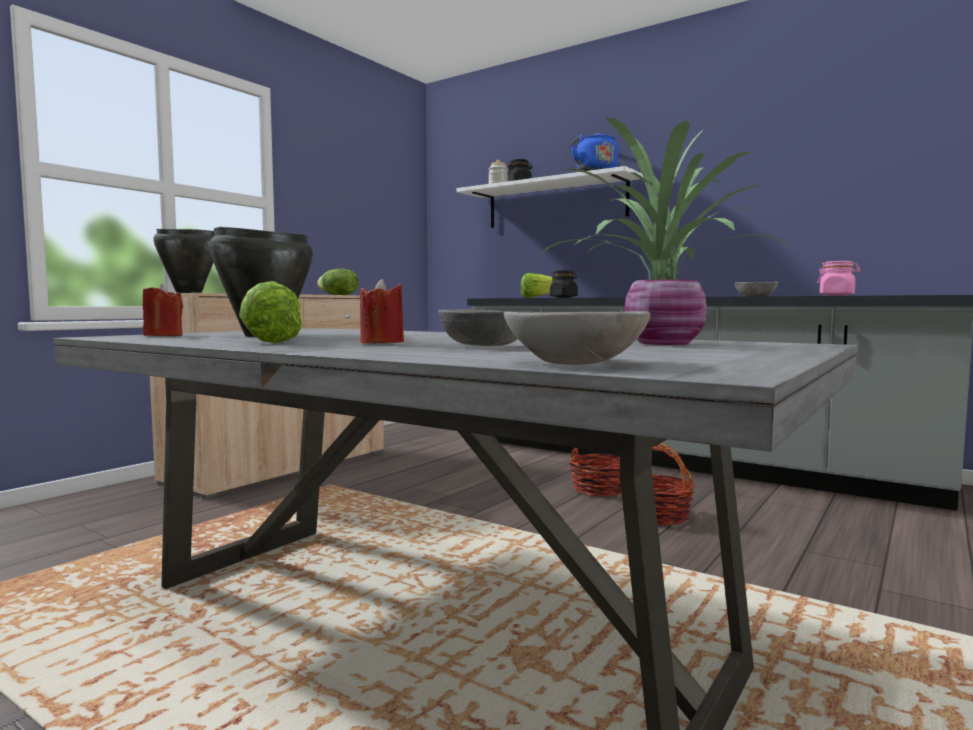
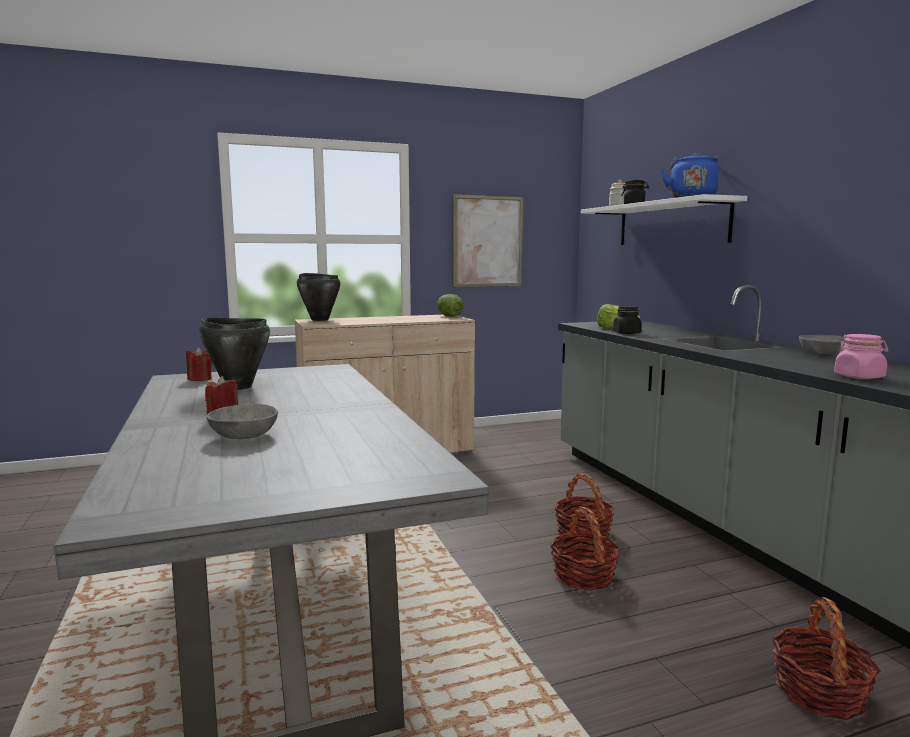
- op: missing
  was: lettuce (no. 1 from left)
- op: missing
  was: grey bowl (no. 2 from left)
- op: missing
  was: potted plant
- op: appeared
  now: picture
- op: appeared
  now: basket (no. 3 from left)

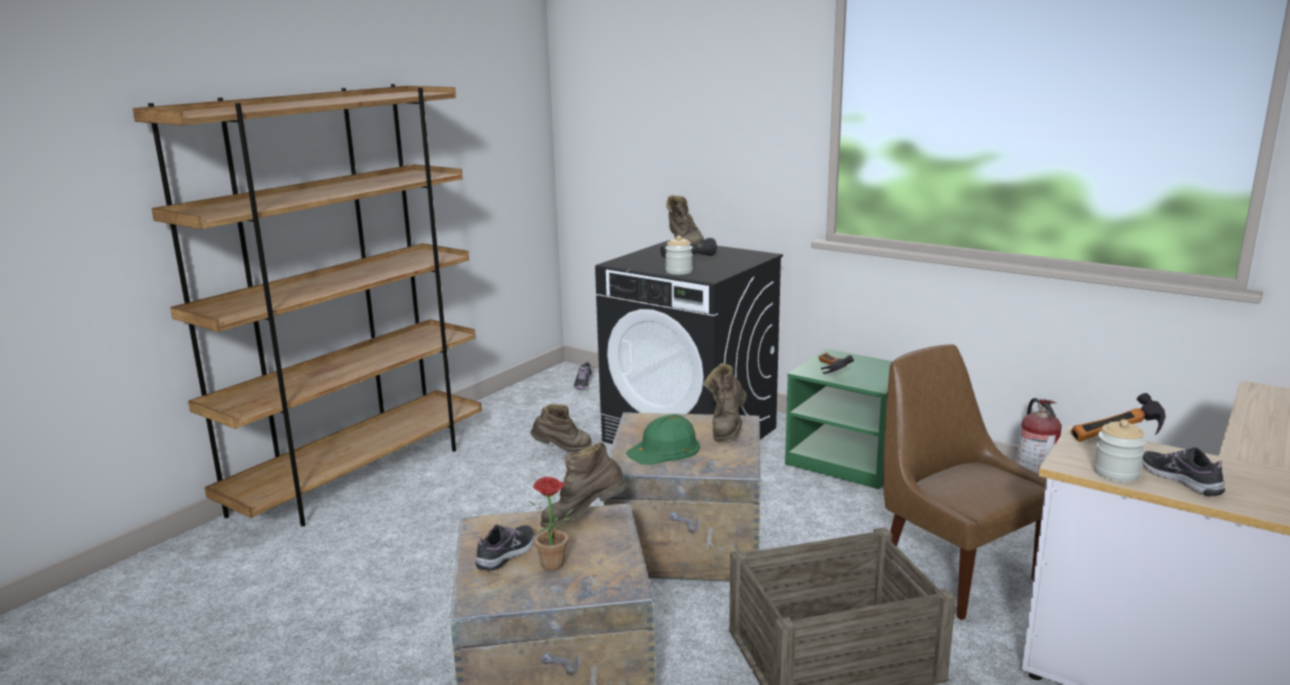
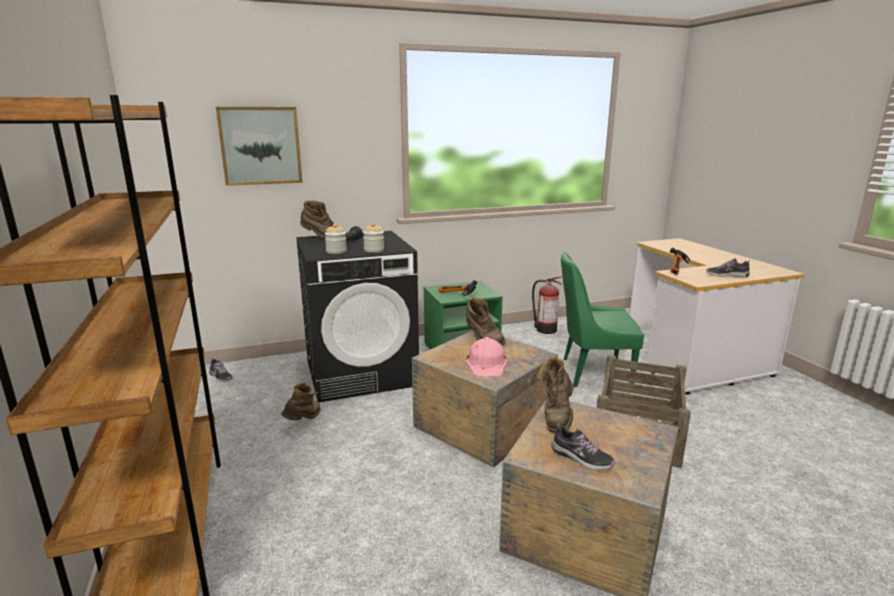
- op: missing
  was: potted plant
- op: appeared
  now: picture
- op: relocated
  was: jar (no. 2 from left in the first image)
  now: jar (no. 1 from left)
- op: colour
  was: green hard hat
  now: pink hard hat
- op: colour
  was: brown chair
  now: green chair
- op: spun
  was: shoe (no. 1 from left in the first image)
  clockwise: 150

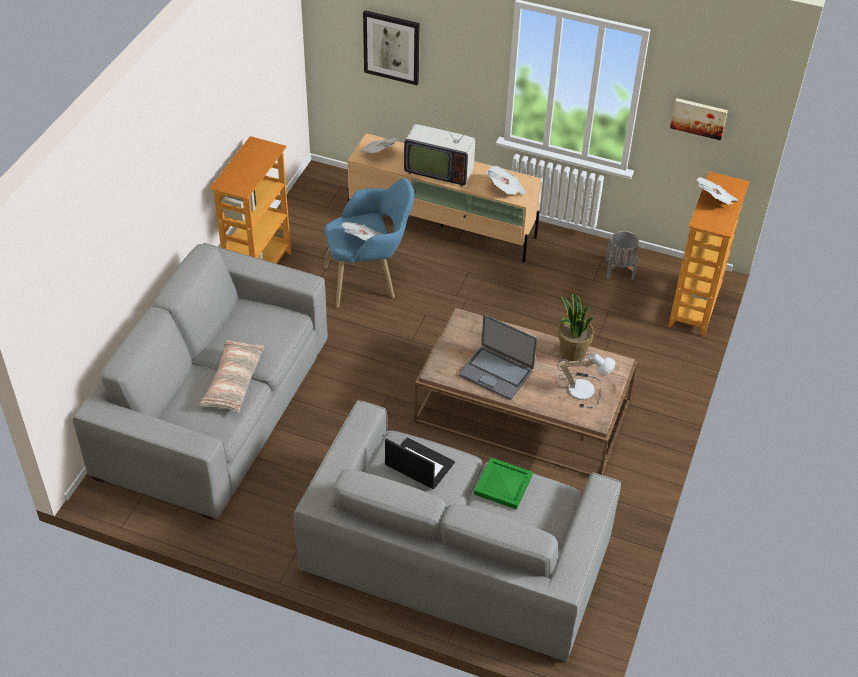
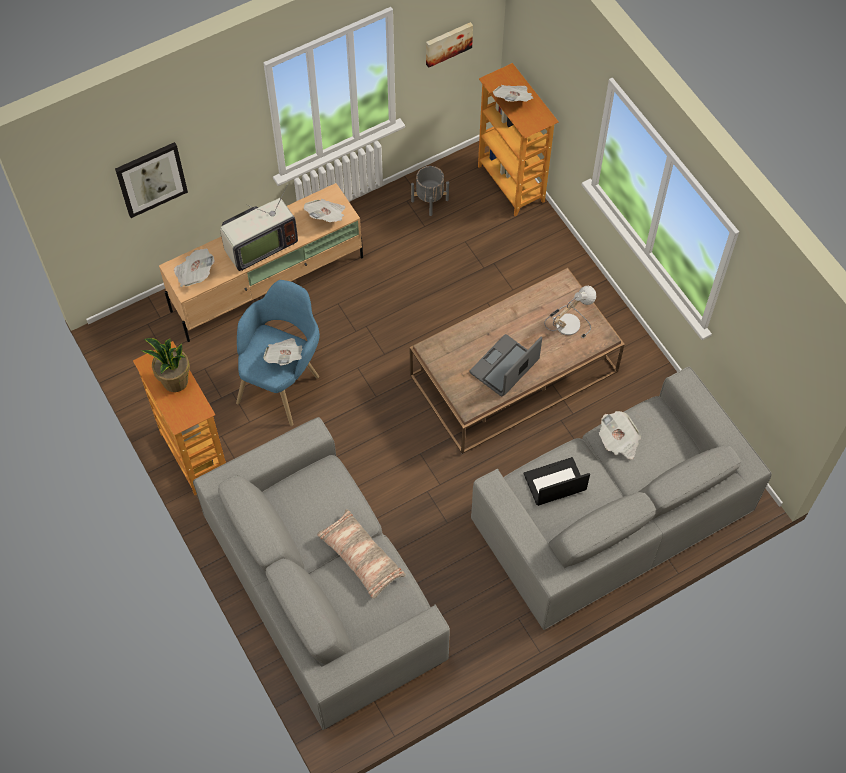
- op: relocated
  was: potted plant
- op: exchanged
  was: green tray
  now: newspaper (no. 5 from left)
- op: spun
  was: laptop (no. 2 from left in the first image)
  clockwise: 150

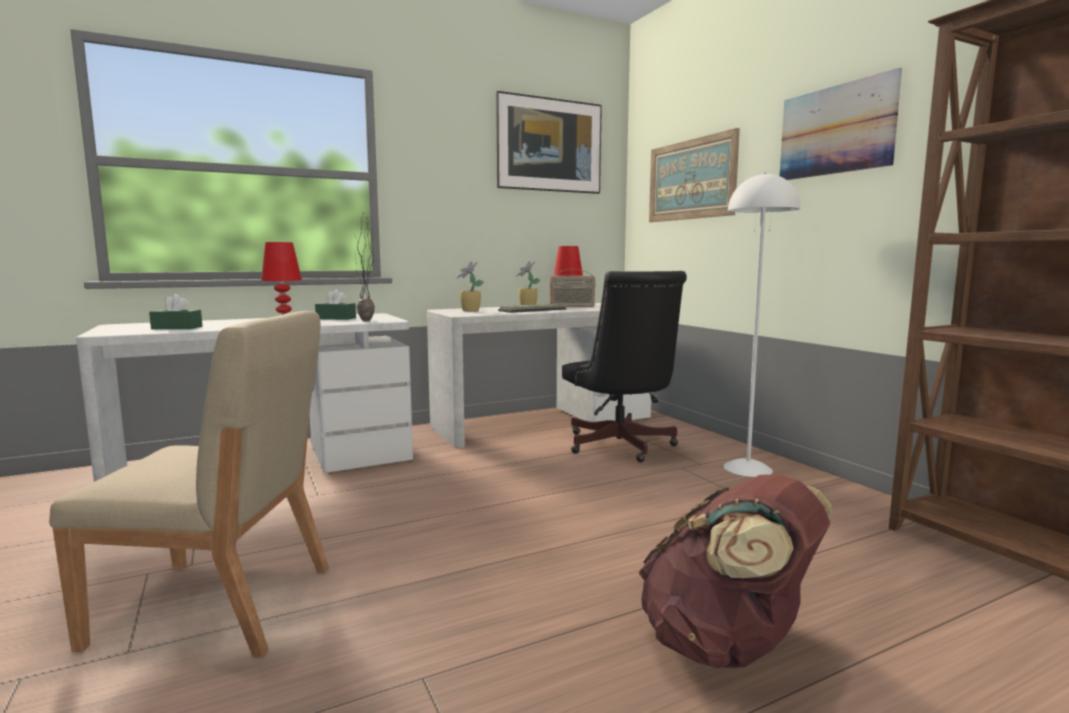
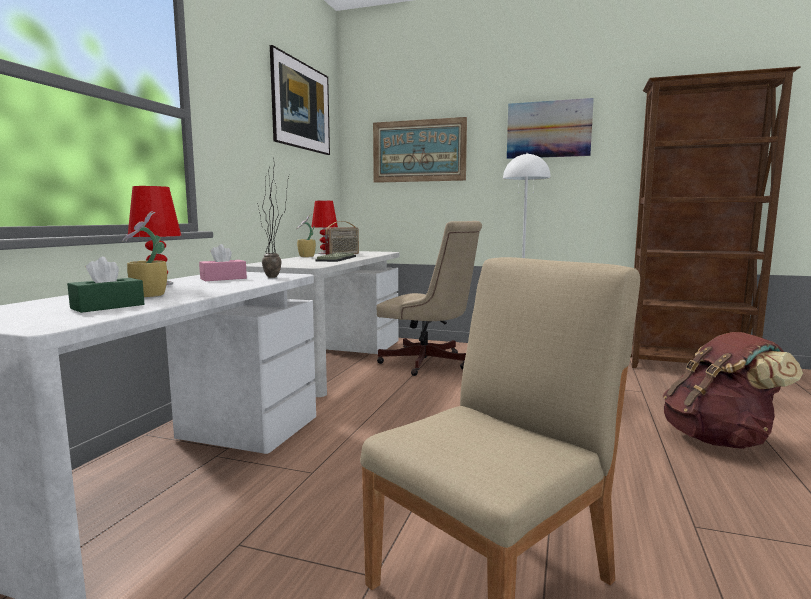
- op: relocated
  was: potted plant (no. 2 from left in the first image)
  now: potted plant (no. 1 from left)
- op: colour
  was: green tissue box (no. 2 from left)
  now: pink tissue box
- op: colour
  was: black office chair
  now: beige office chair

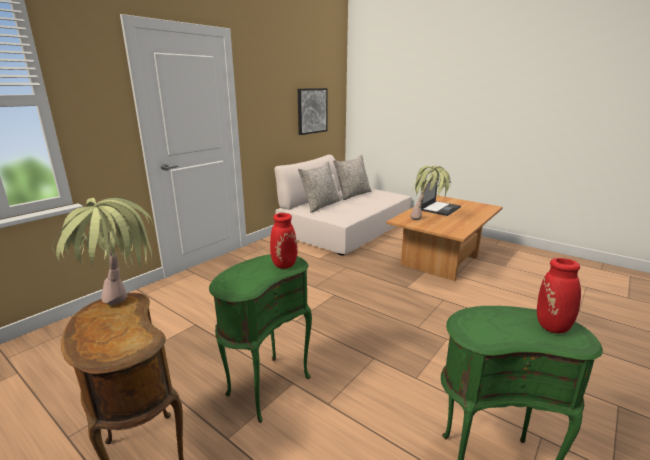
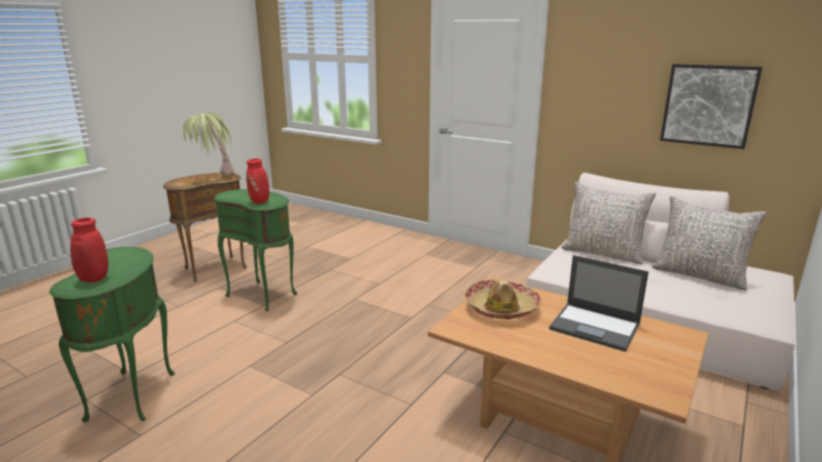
- op: exchanged
  was: potted plant (no. 2 from left)
  now: hat

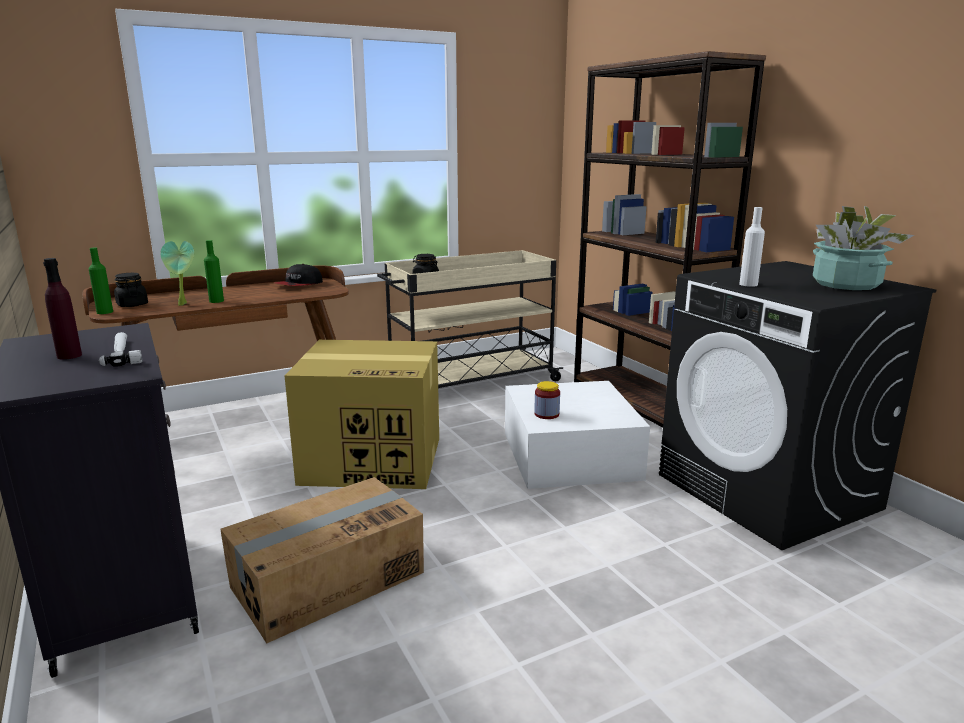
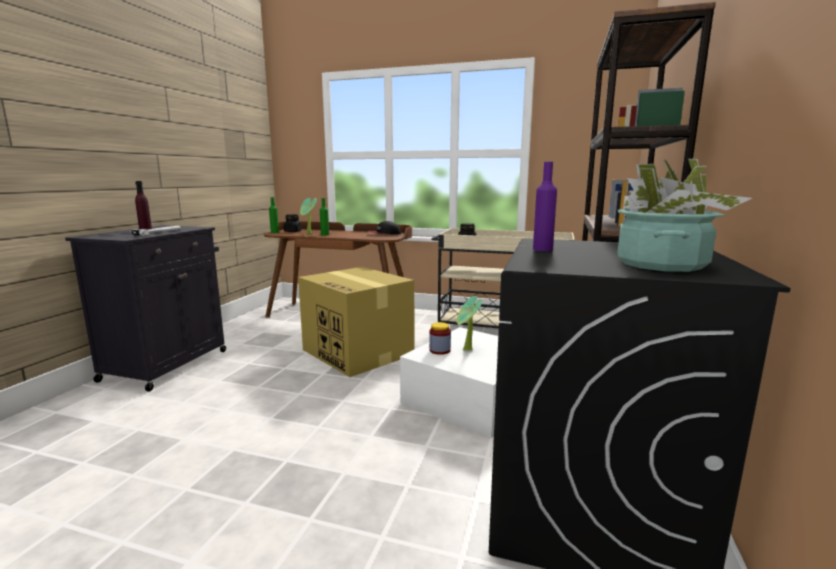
- op: missing
  was: cardboard box (no. 1 from left)
- op: appeared
  now: potted plant (no. 2 from left)
- op: colour
  was: white bottle
  now: purple bottle (no. 2 from left)

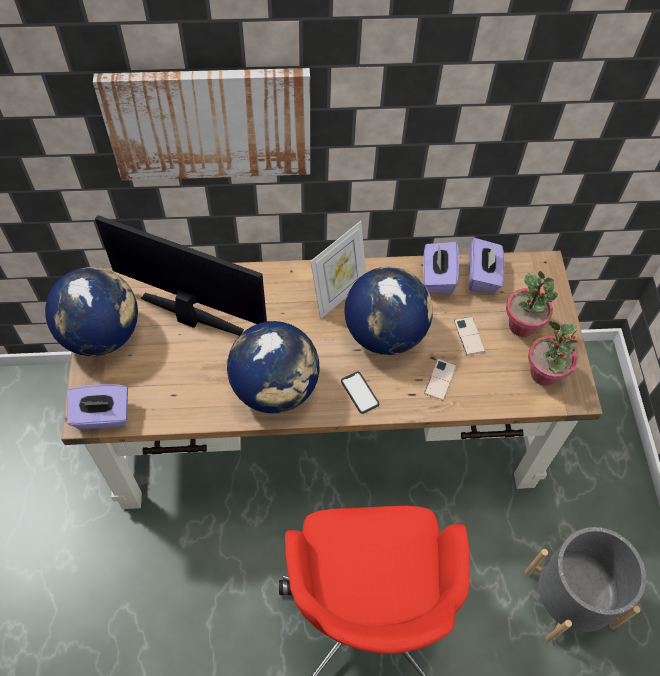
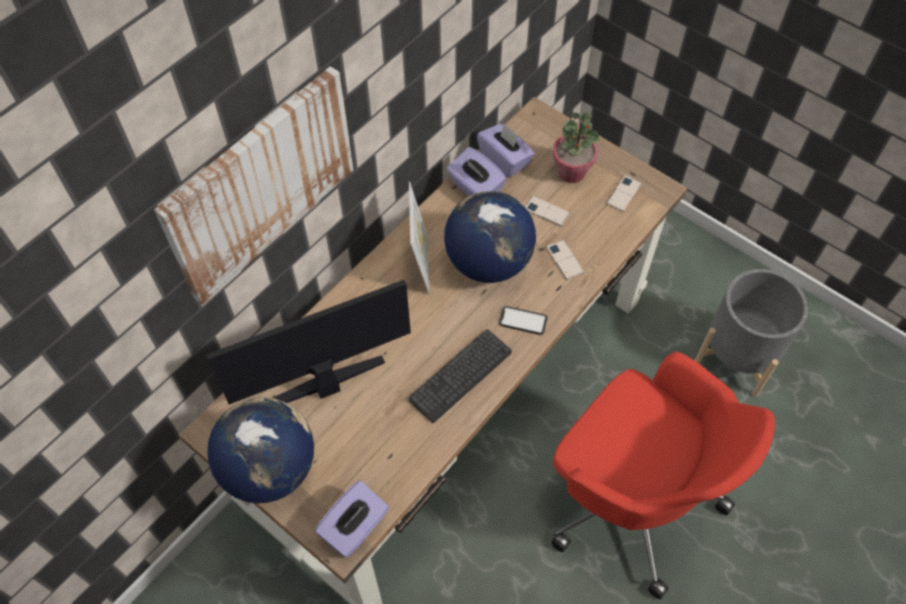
- op: exchanged
  was: globe (no. 2 from left)
  now: keyboard
- op: exchanged
  was: potted plant (no. 2 from left)
  now: phone (no. 4 from left)

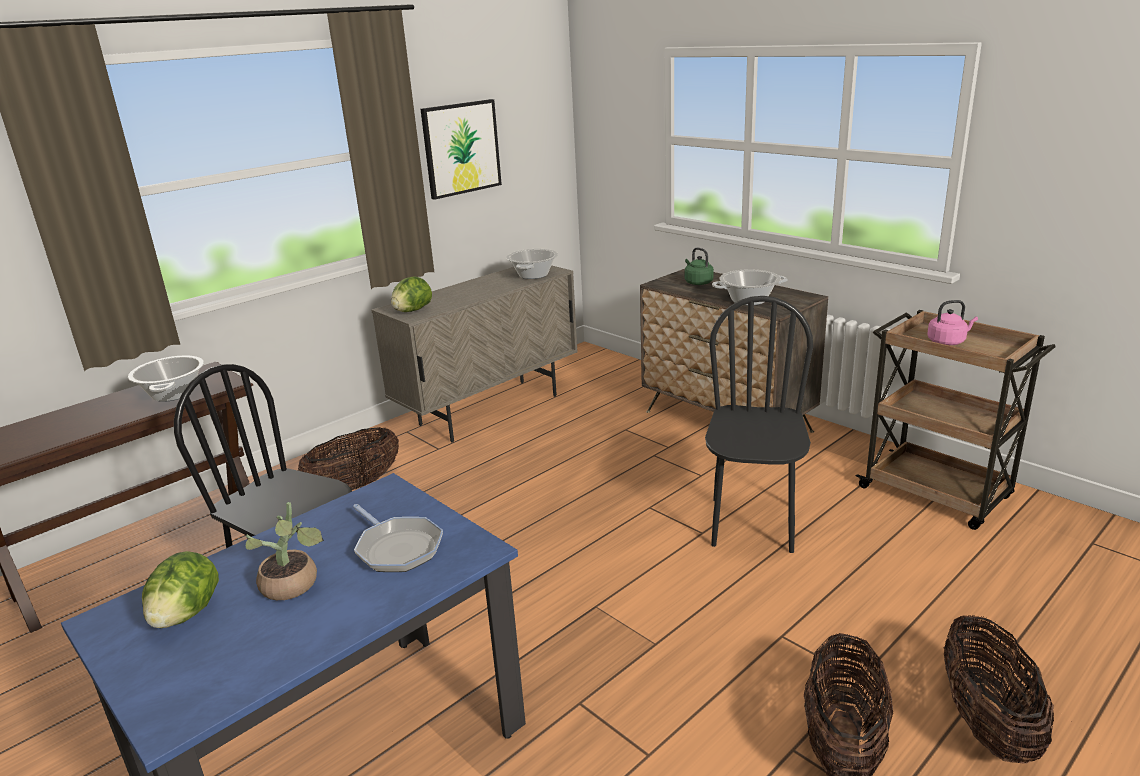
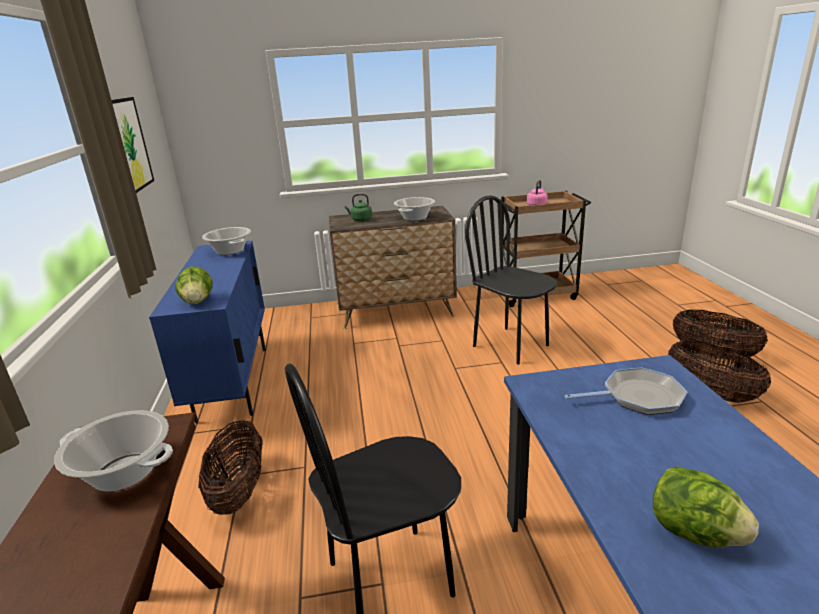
- op: missing
  was: potted plant
- op: colour
  was: beige cabinet
  now: blue cabinet

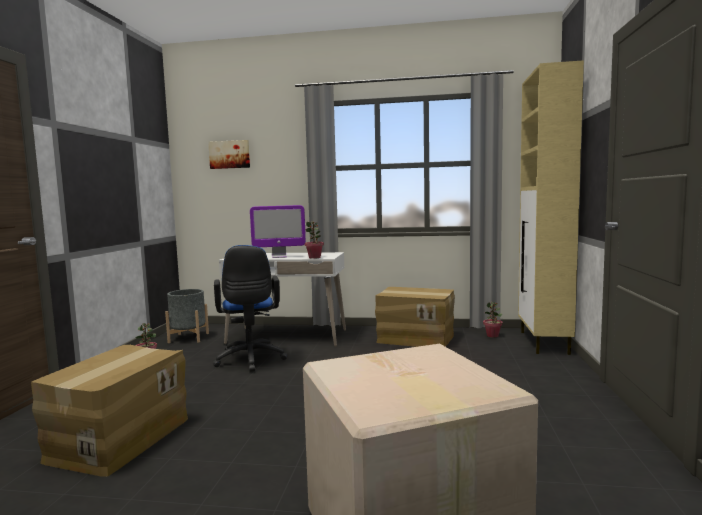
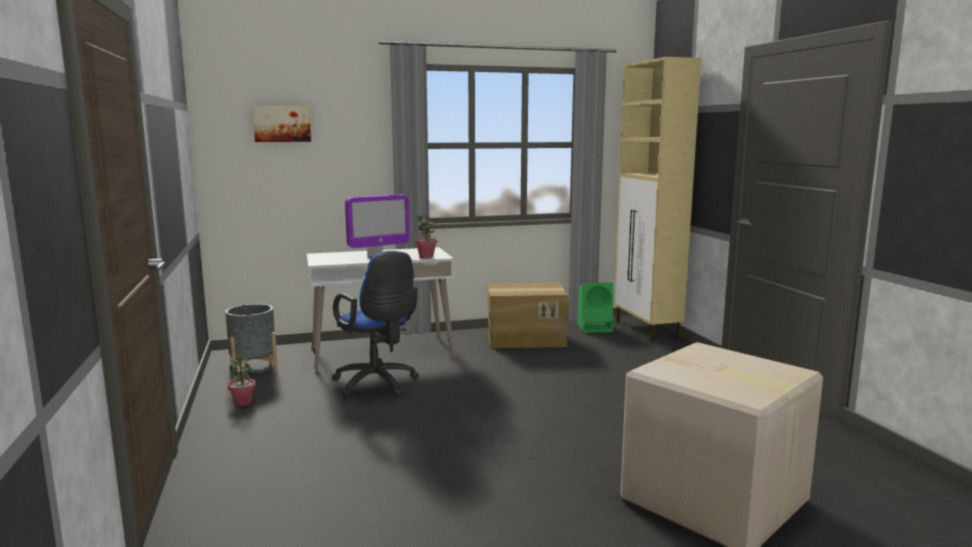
- op: missing
  was: cardboard box (no. 1 from left)
- op: exchanged
  was: potted plant (no. 3 from left)
  now: green speaker

